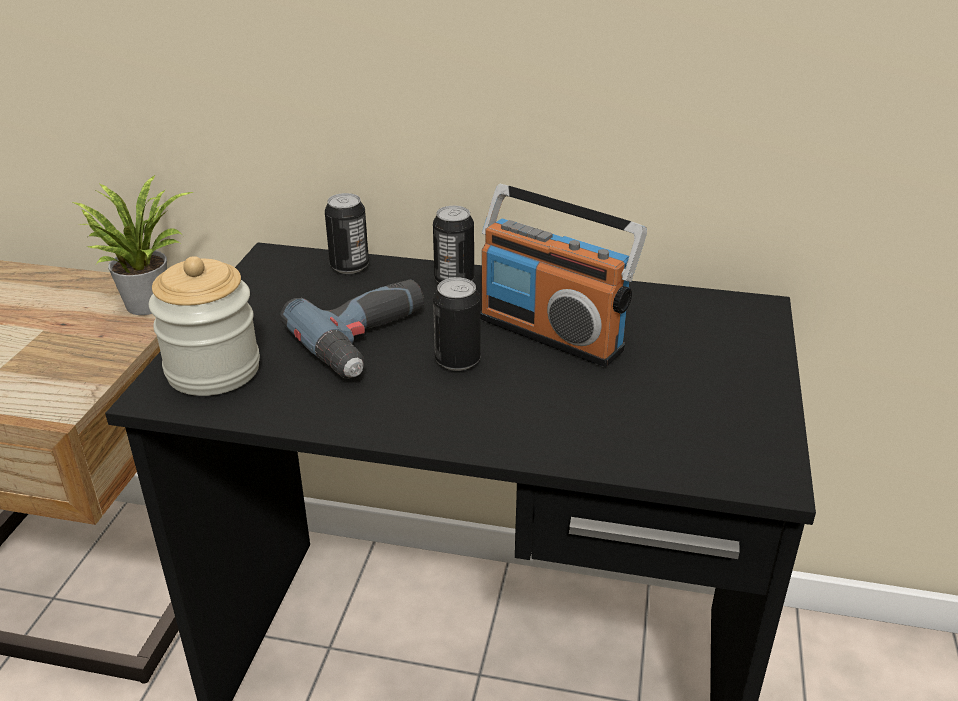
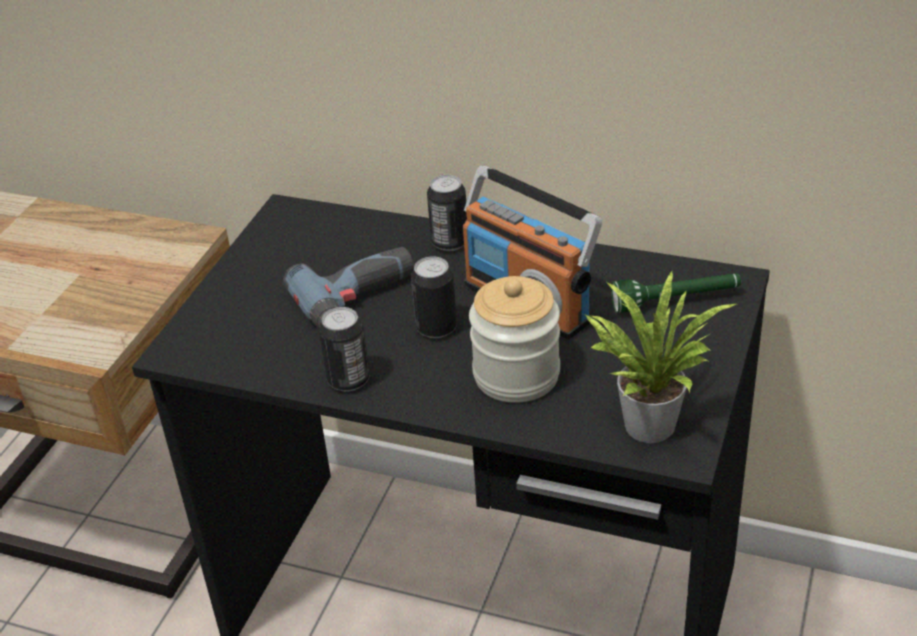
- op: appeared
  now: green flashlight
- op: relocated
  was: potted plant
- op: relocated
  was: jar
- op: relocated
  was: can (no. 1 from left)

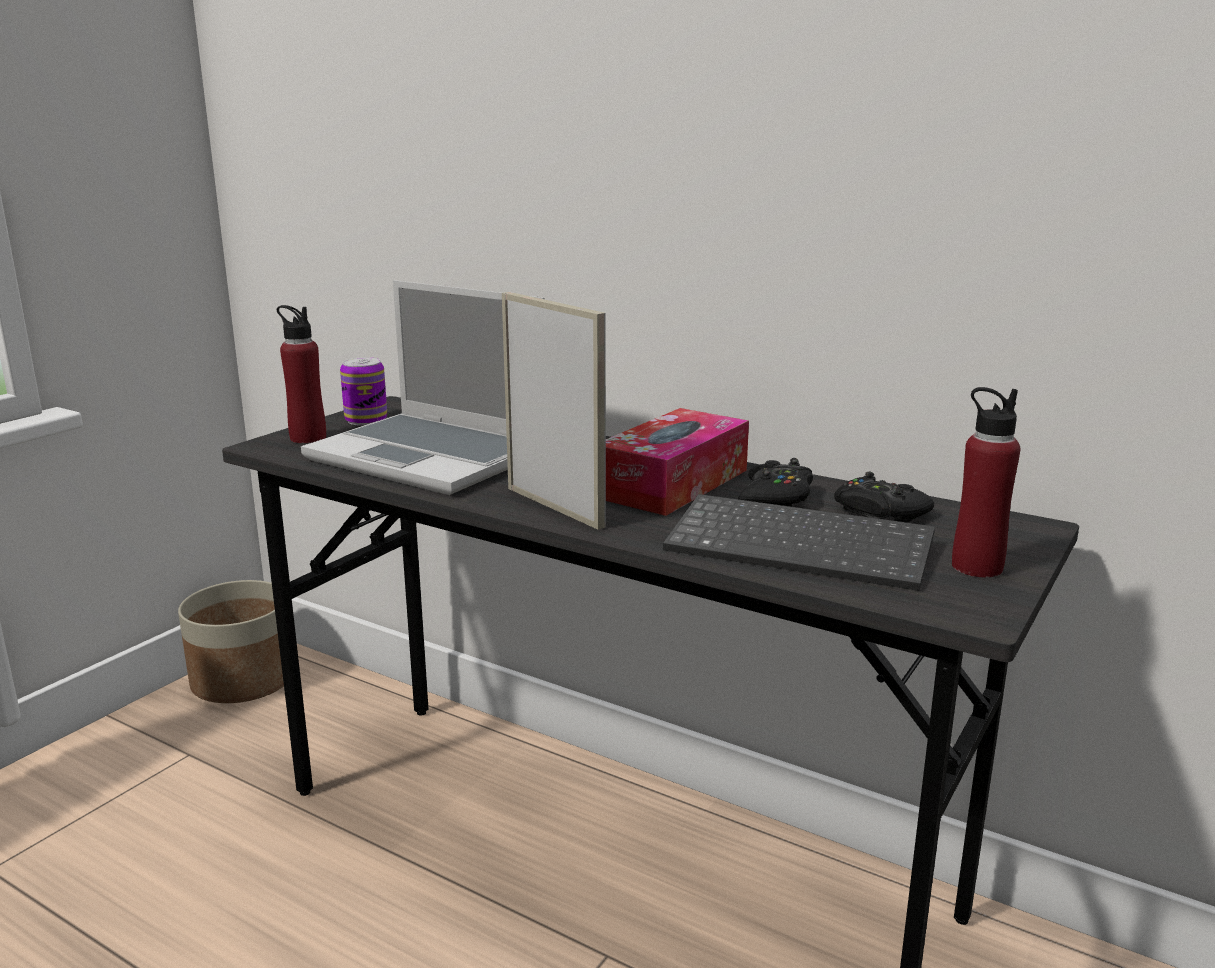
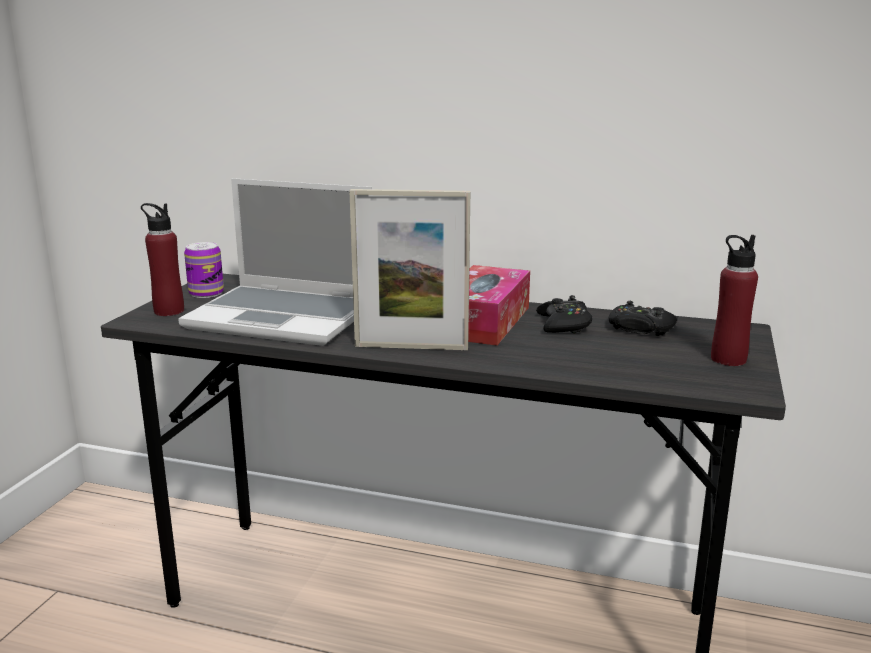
- op: missing
  was: planter
- op: missing
  was: keyboard
- op: spun
  was: picture frame
  clockwise: 150

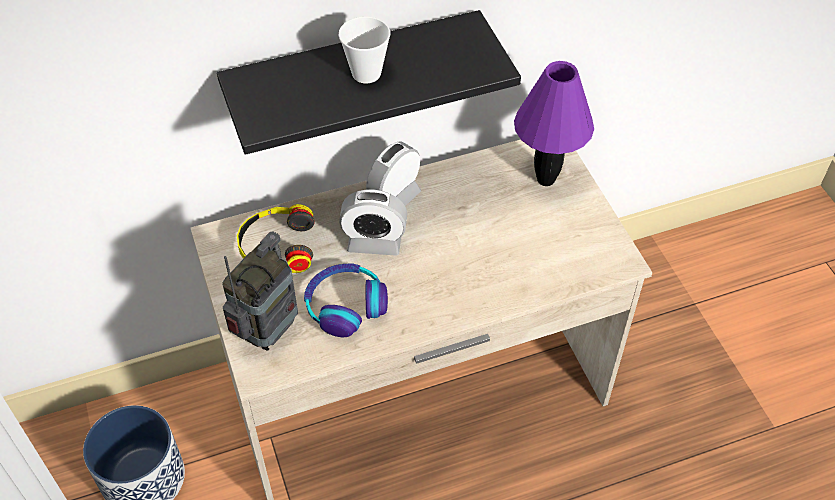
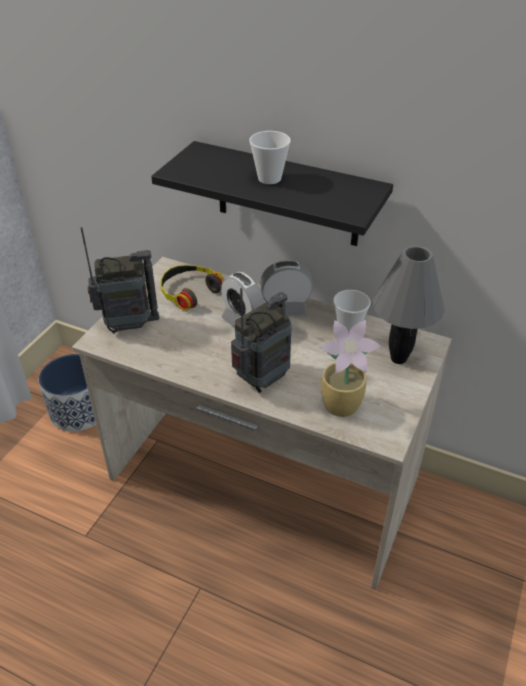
- op: missing
  was: headphones (no. 2 from left)
- op: appeared
  now: radio (no. 2 from left)
- op: appeared
  now: potted plant
- op: appeared
  now: cup (no. 2 from left)
- op: colour
  was: purple table lamp
  now: grey table lamp

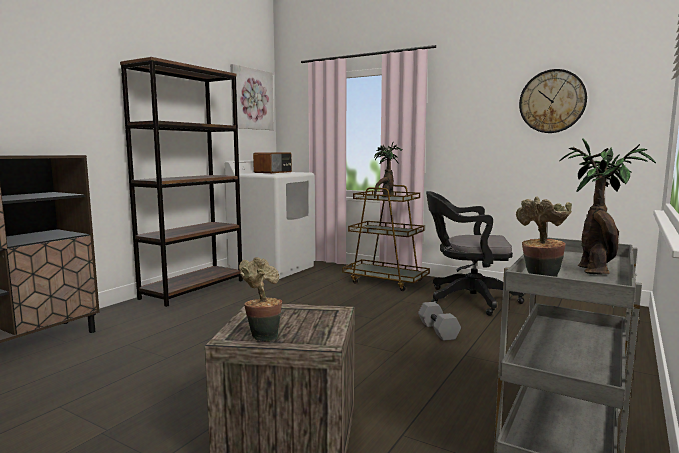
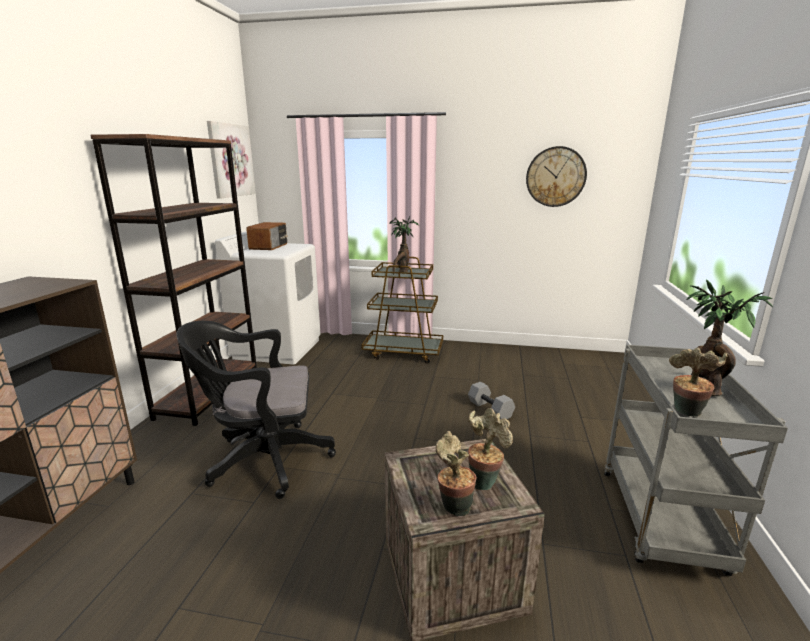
- op: appeared
  now: potted plant (no. 3 from left)
- op: relocated
  was: black office chair

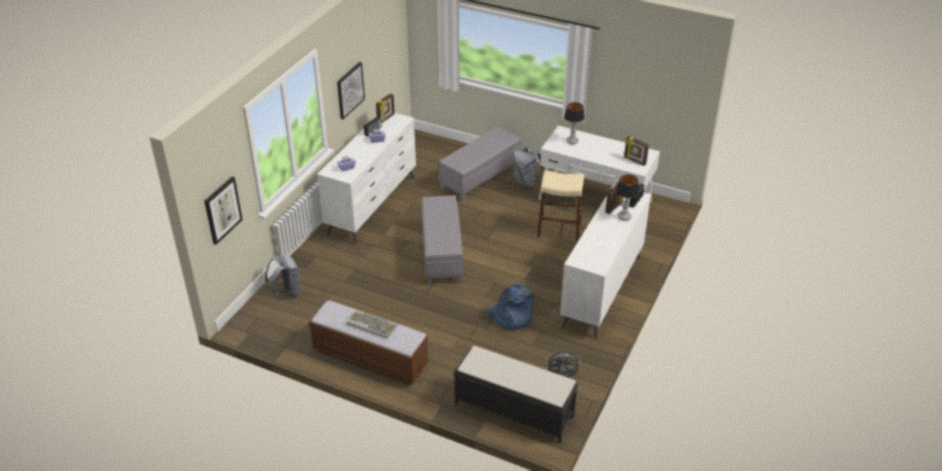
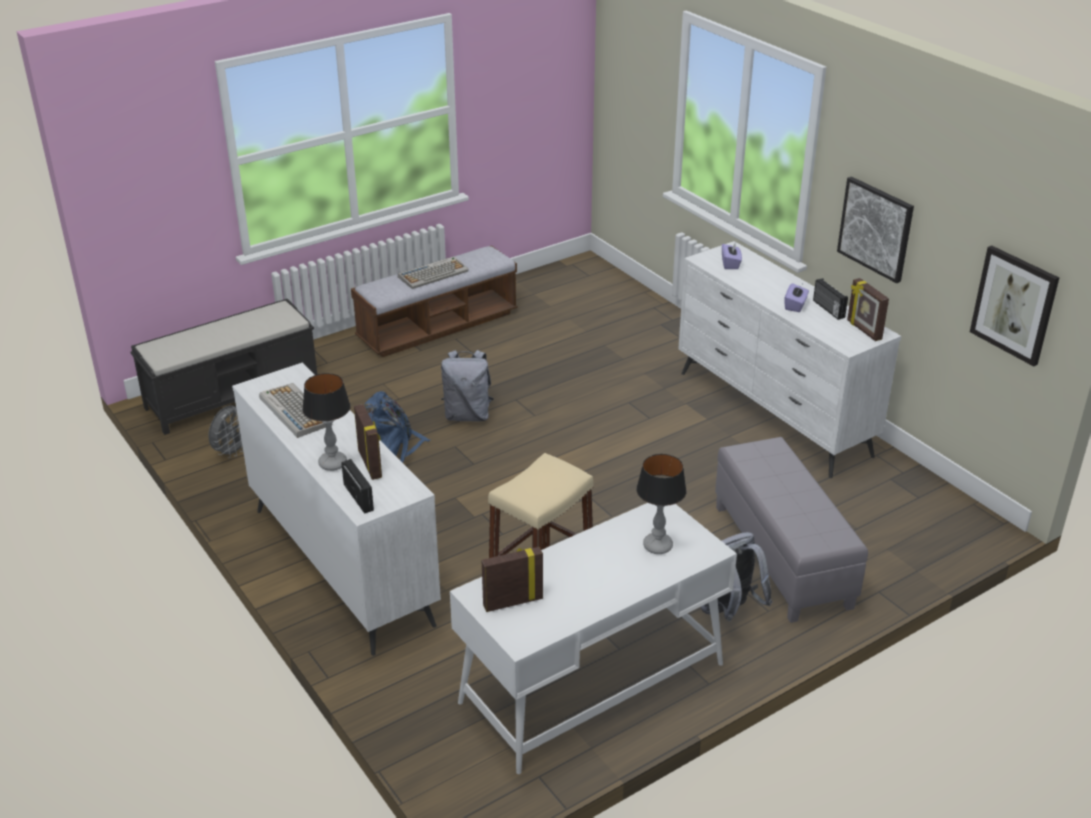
- op: missing
  was: grey ottoman (no. 1 from left)
- op: appeared
  now: keyboard (no. 1 from left)
- op: relocated
  was: picture (no. 1 from left in the first image)
  now: picture (no. 2 from left)
- op: relocated
  was: grey backpack (no. 1 from left)

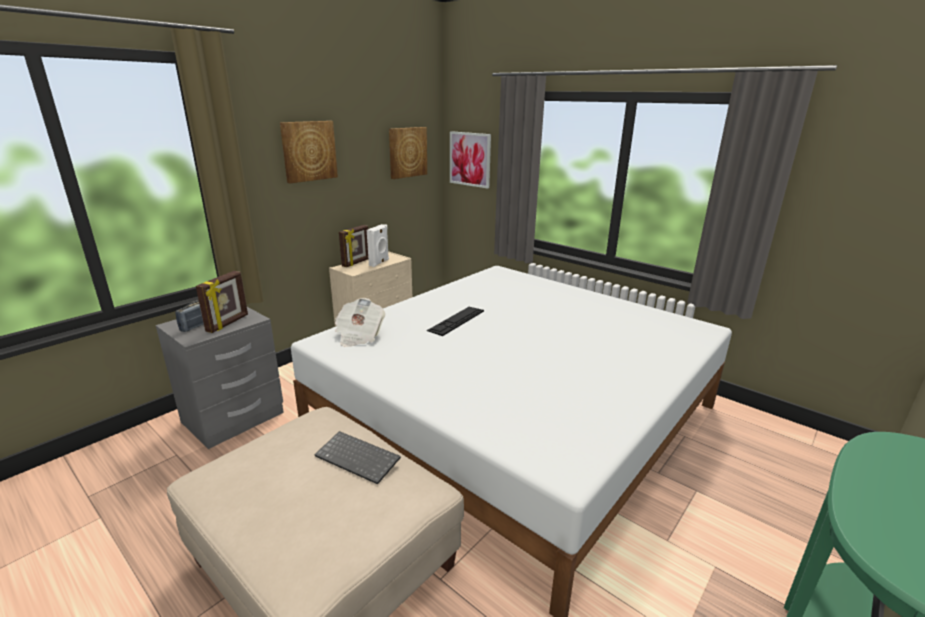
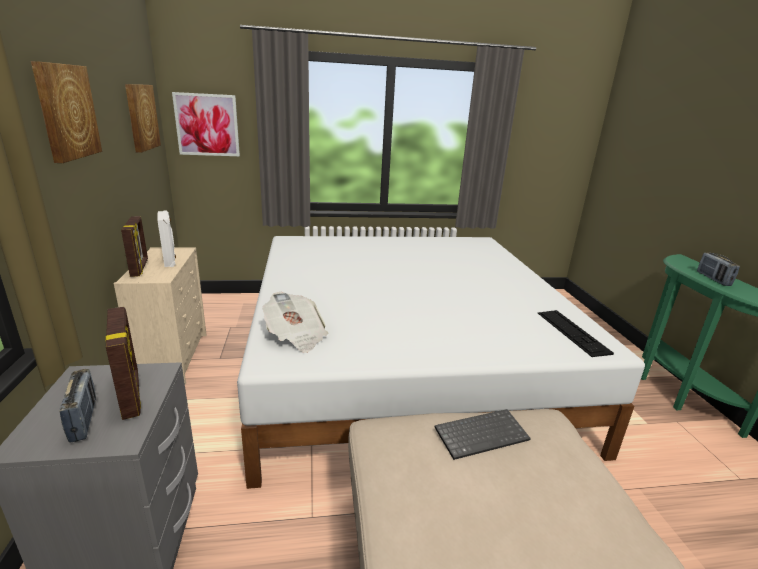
- op: appeared
  now: radio (no. 2 from left)
- op: relocated
  was: keyboard (no. 2 from left)

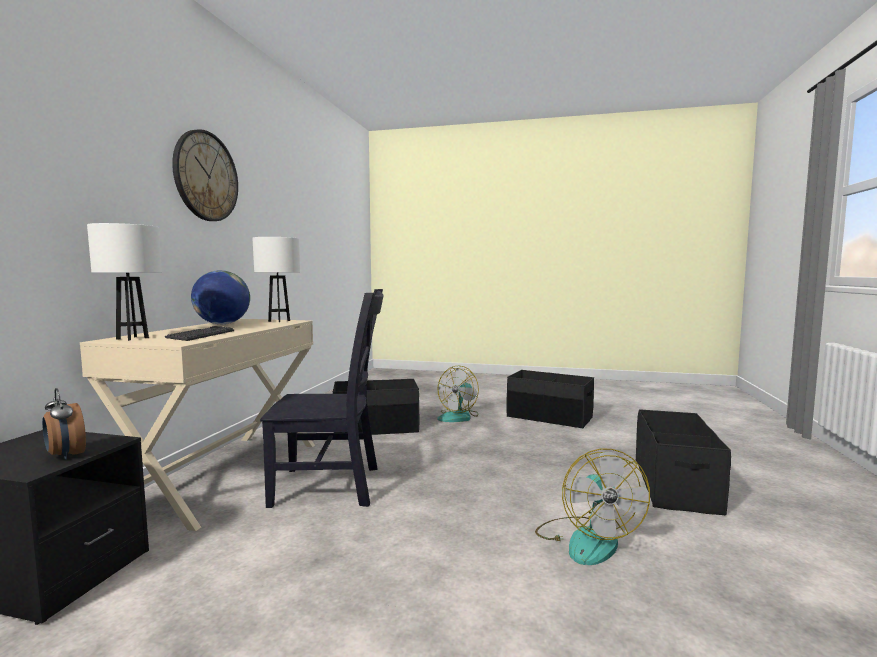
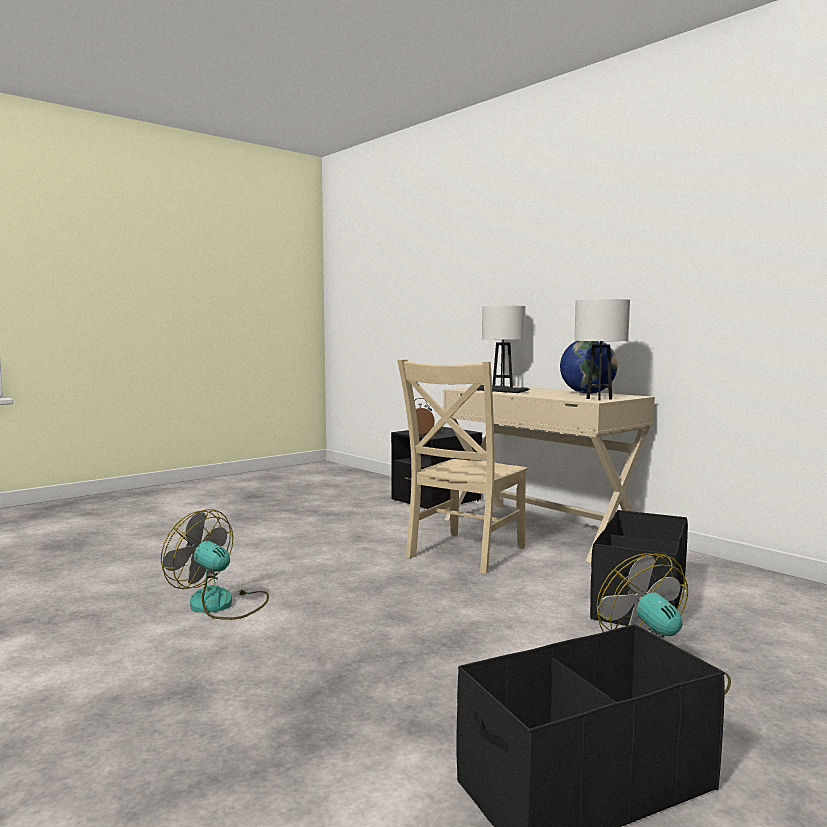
- op: missing
  was: wall clock
- op: missing
  was: black storage box (no. 3 from left)
- op: colour
  was: black chair
  now: beige chair

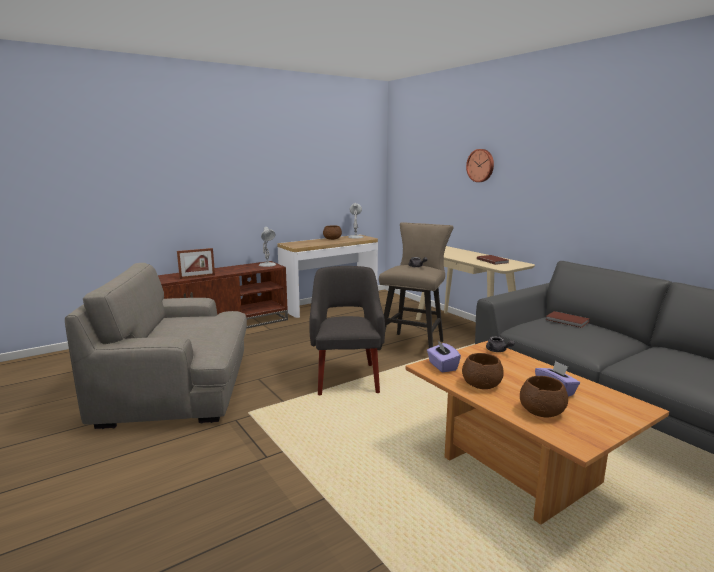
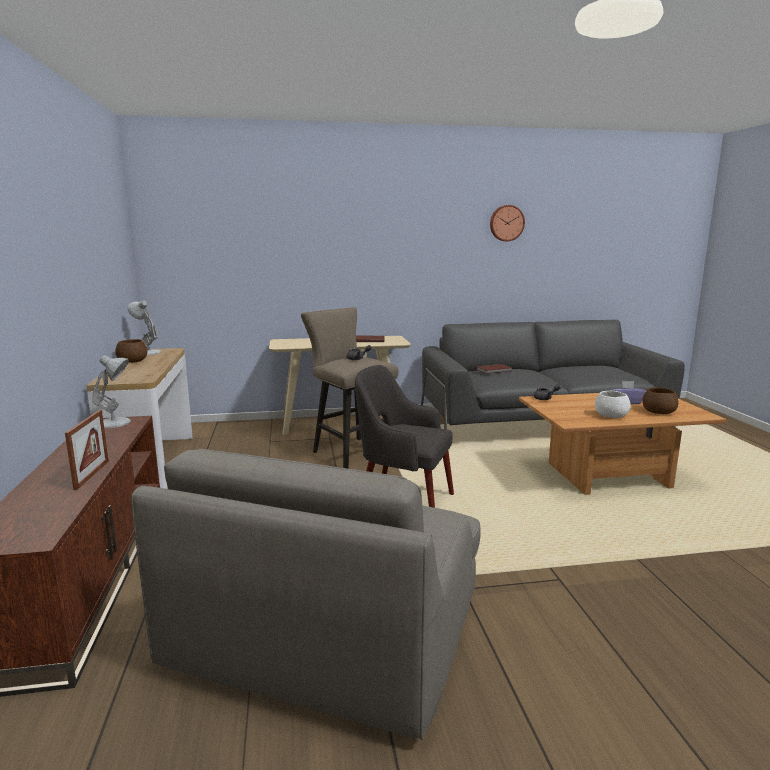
- op: missing
  was: purple tissue box (no. 1 from left)
- op: relocated
  was: wall clock
- op: colour
  was: brown bowl (no. 2 from left)
  now: white bowl

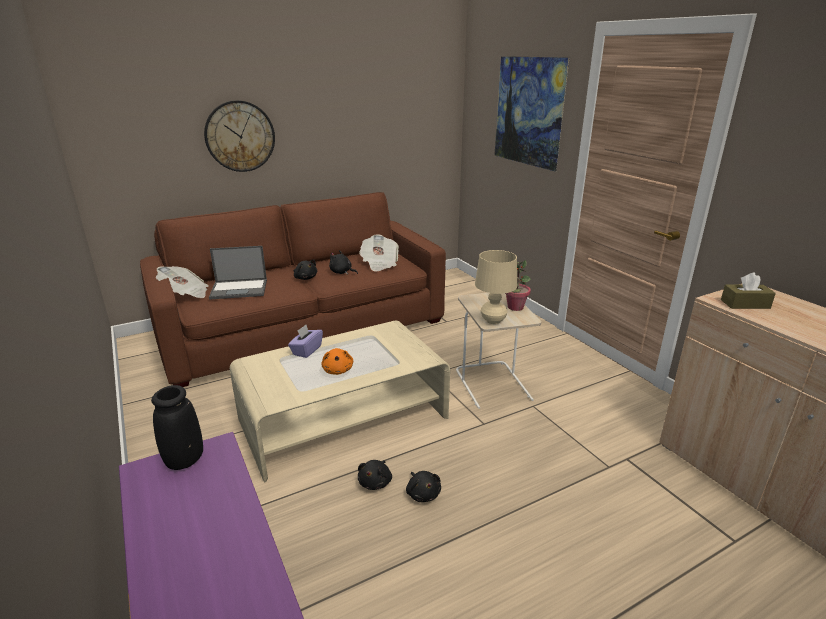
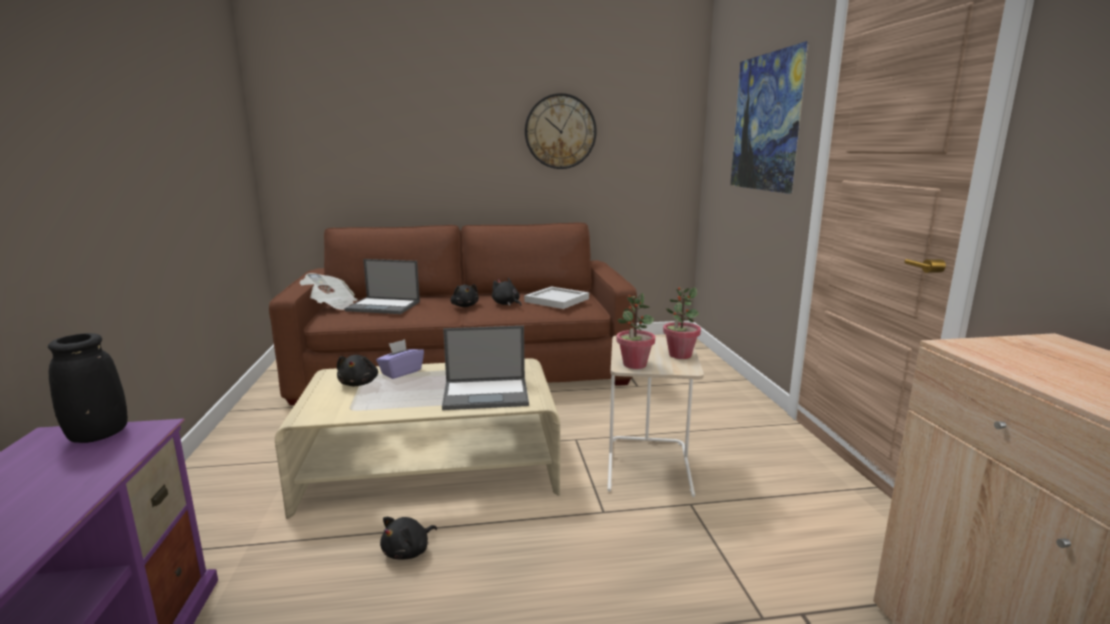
- op: missing
  was: orange plush toy
- op: missing
  was: brown tissue box
- op: appeared
  now: laptop (no. 2 from left)
- op: relocated
  was: wall clock
- op: relocated
  was: black plush toy (no. 4 from left in the first image)
  now: black plush toy (no. 1 from left)
- op: exchanged
  was: newspaper (no. 2 from left)
  now: white tray
- op: exchanged
  was: beige table lamp
  now: potted plant (no. 1 from left)

